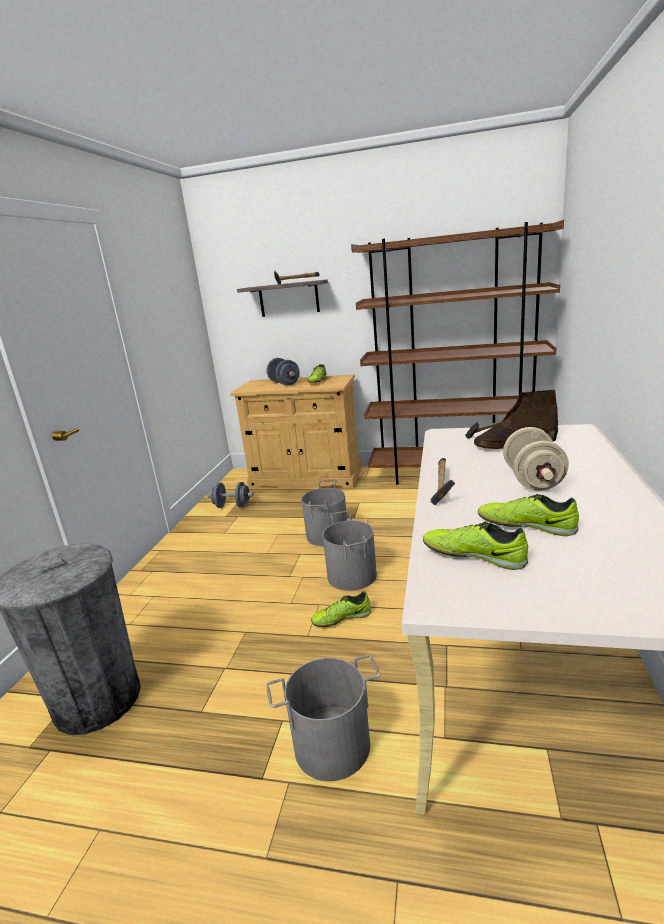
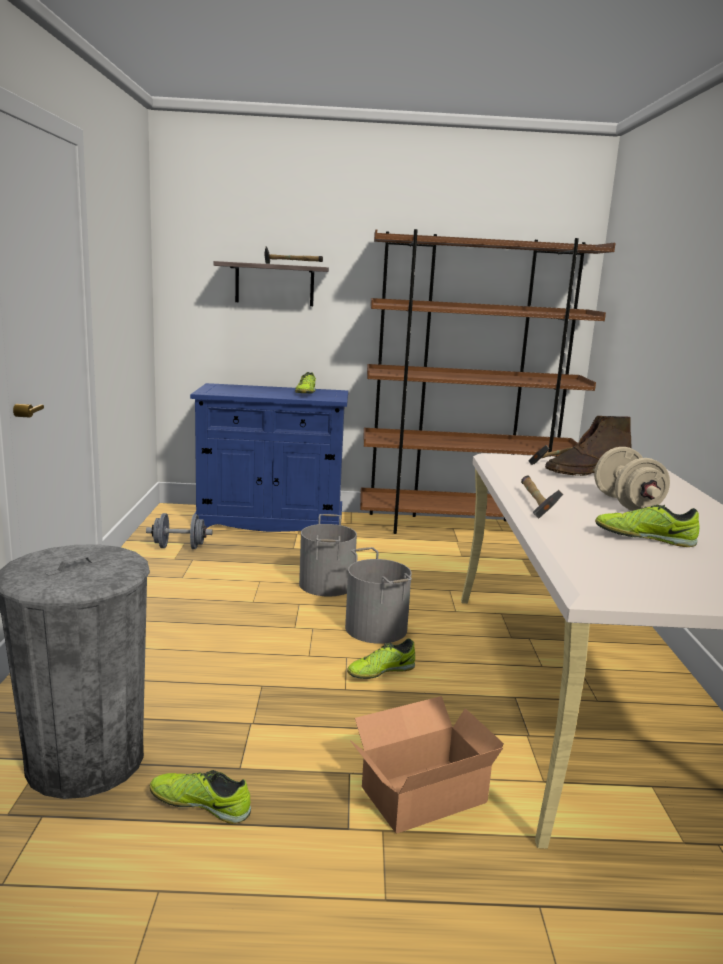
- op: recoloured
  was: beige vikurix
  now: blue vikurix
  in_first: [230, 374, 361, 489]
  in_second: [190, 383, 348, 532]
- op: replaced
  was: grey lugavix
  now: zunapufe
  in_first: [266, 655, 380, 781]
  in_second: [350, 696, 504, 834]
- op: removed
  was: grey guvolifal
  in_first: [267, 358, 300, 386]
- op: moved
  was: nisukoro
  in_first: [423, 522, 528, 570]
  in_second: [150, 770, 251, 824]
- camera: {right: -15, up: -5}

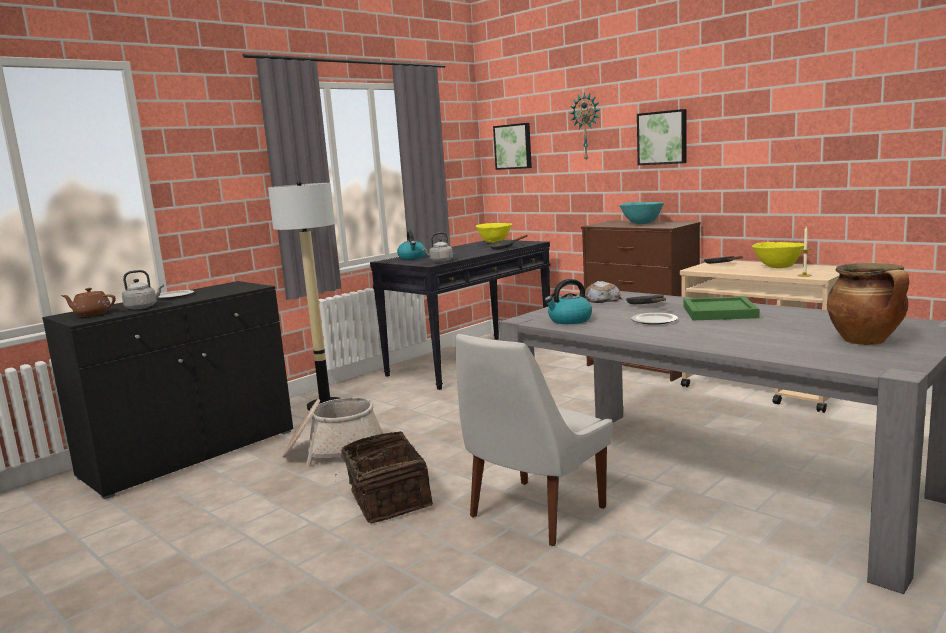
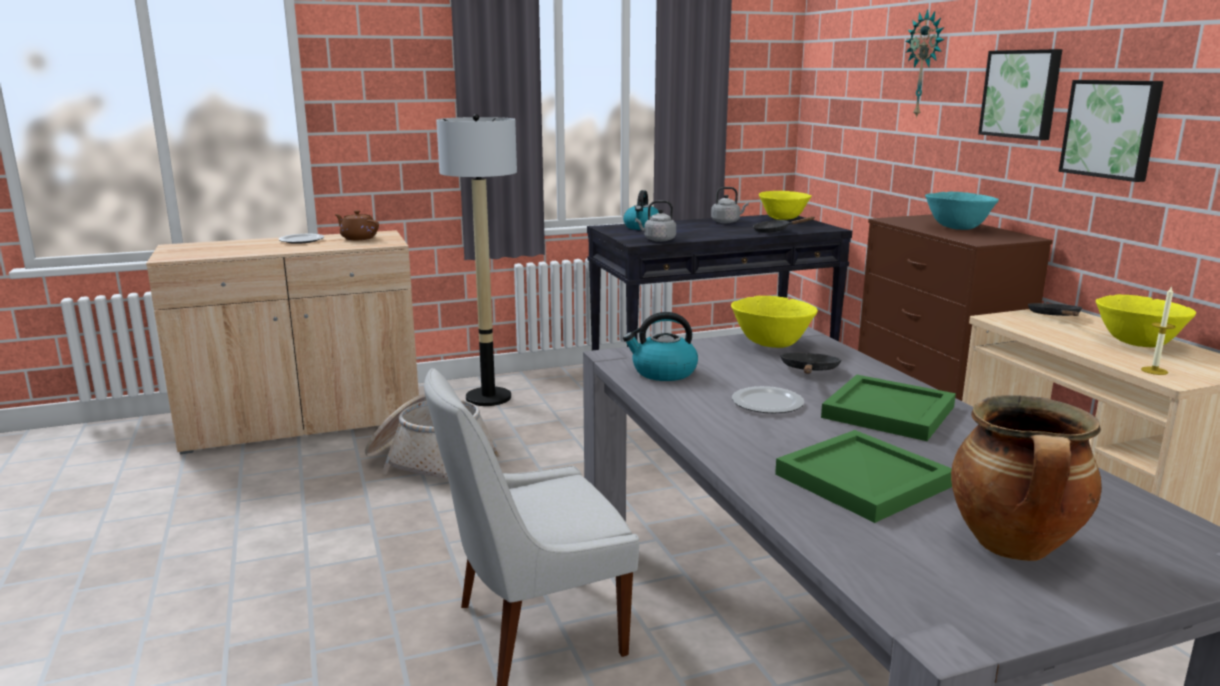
- op: recoloured
  was: black vikurix
  now: beige vikurix
  in_first: [42, 281, 293, 499]
  in_second: [146, 230, 419, 454]
- op: moved
  was: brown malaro
  in_first: [61, 288, 116, 317]
  in_second: [335, 210, 379, 240]
- op: moved
  was: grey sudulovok
  in_first: [122, 270, 164, 310]
  in_second: [711, 187, 749, 223]
- op: removed
  was: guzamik
  in_first: [335, 431, 433, 523]
- op: moved
  was: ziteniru
  in_first: [493, 123, 532, 170]
  in_second: [1059, 80, 1164, 182]
- op: replaced
  was: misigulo
  now: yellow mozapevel
  in_first: [585, 281, 622, 303]
  in_second: [731, 296, 818, 348]
- op: added
  now: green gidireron
  in_second: [775, 430, 952, 523]
- camera: {right: 25, up: 5}

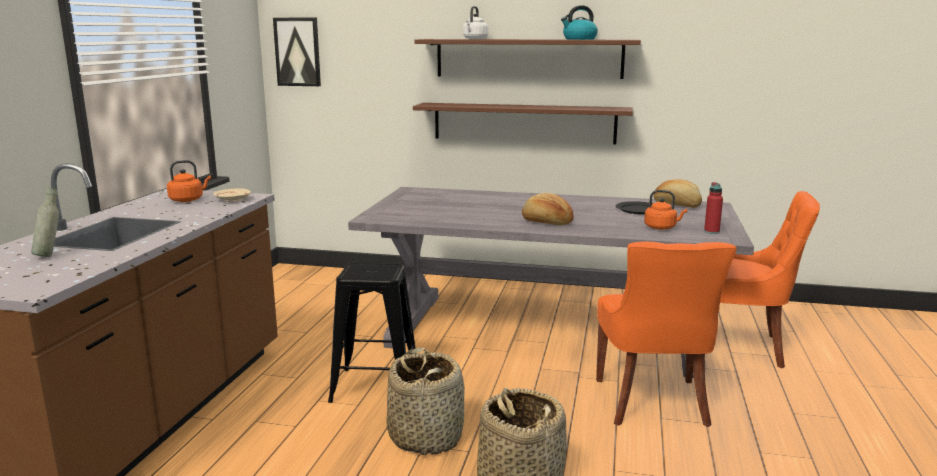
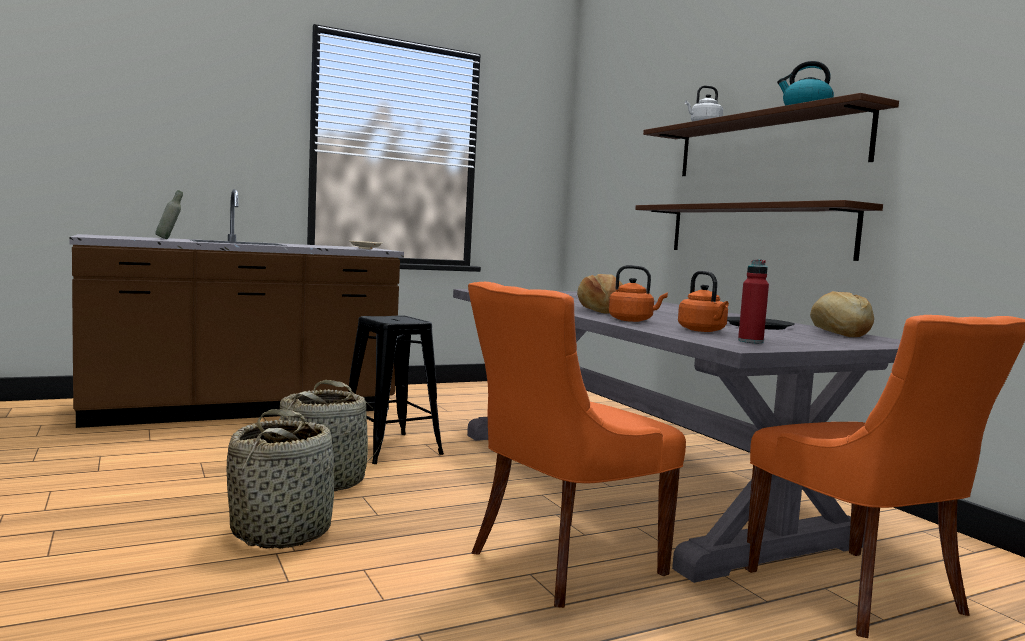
- op: moved
  was: orange sudulovok
  in_first: [167, 160, 211, 202]
  in_second: [609, 265, 668, 322]
- op: removed
  was: ziteniru
  in_first: [273, 18, 321, 86]
- camera: {right: 50, up: -10}

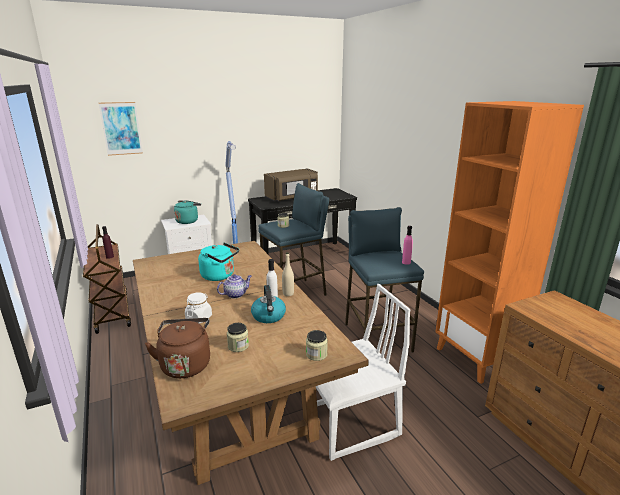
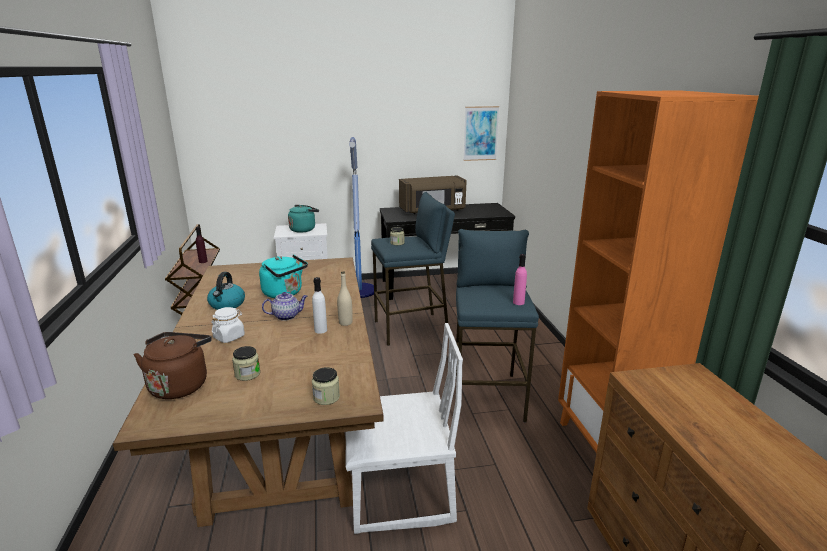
- op: moved
  was: ziteniru
  in_first: [99, 102, 143, 156]
  in_second: [463, 106, 499, 161]
- op: moved
  was: sudulovok
  in_first: [251, 285, 286, 323]
  in_second: [207, 272, 245, 310]
- camera: {right: 15, up: 0}

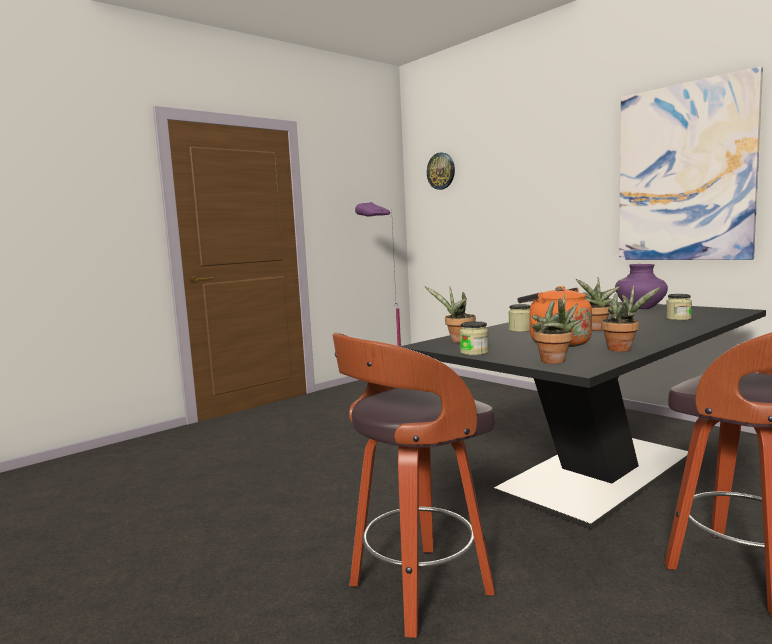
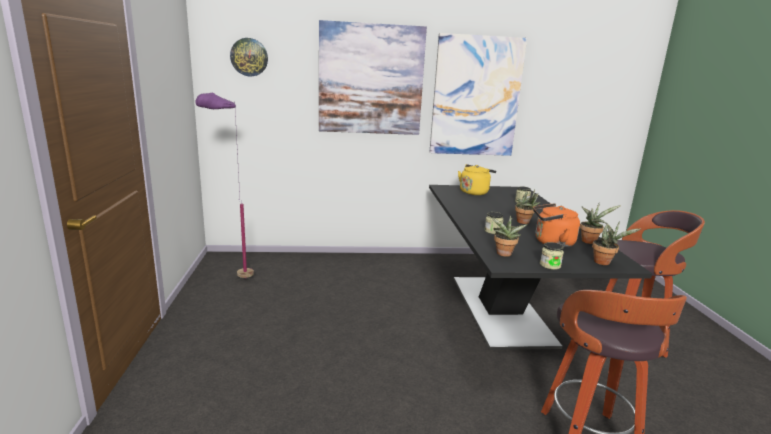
- op: replaced
  was: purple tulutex
  now: yellow sudulovok
  in_first: [615, 264, 668, 309]
  in_second: [458, 164, 496, 195]
- op: added
  now: ziteniru
  in_second: [319, 20, 427, 135]
- camera: {right: -55, up: 10}

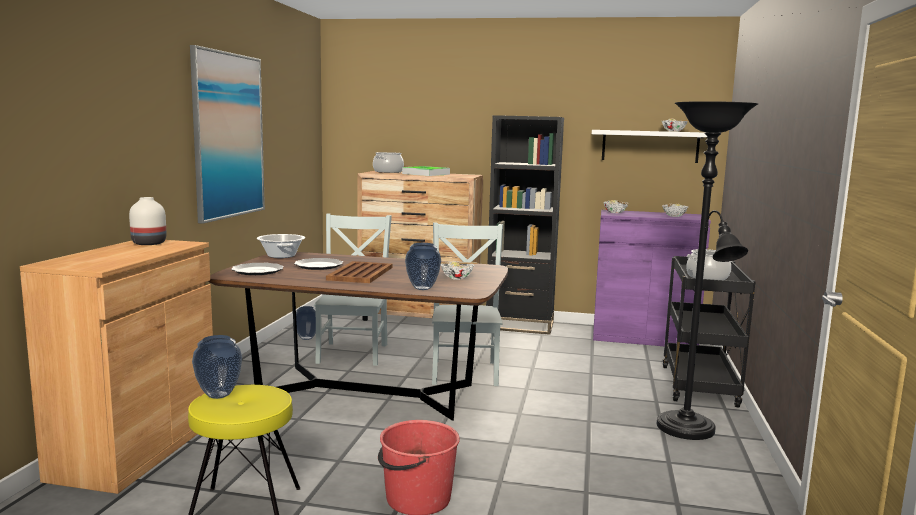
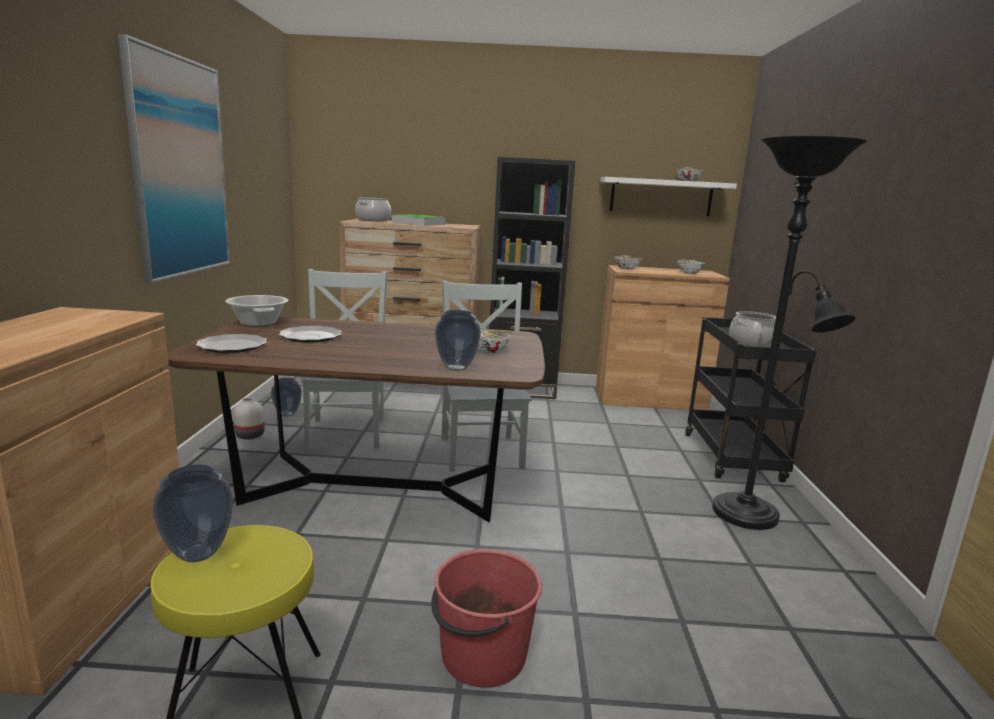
- op: moved
  was: white tulutex
  in_first: [129, 197, 166, 245]
  in_second: [234, 397, 265, 439]
- op: removed
  was: brown gidireron
  in_first: [326, 261, 393, 283]
- op: recoloured
  was: purple vikurix
  now: brown vikurix
  in_first: [593, 210, 711, 346]
  in_second: [596, 265, 730, 410]
- camera: {right: -10, up: 5}

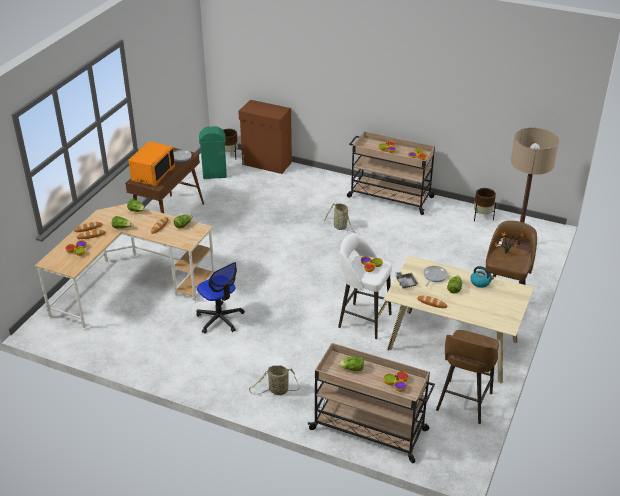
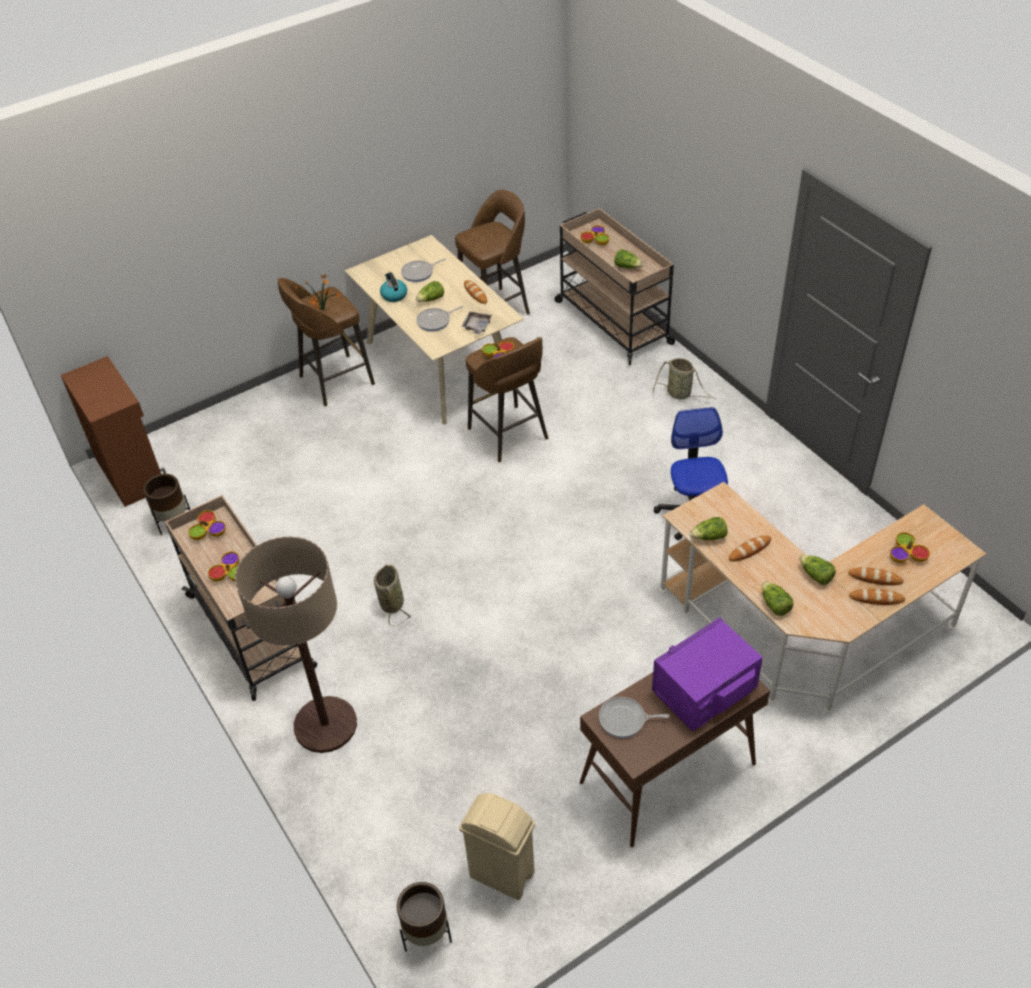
- op: recoloured
  was: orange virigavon
  now: purple virigavon
  in_first: [128, 141, 175, 186]
  in_second: [652, 617, 763, 732]
- op: recoloured
  was: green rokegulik
  now: beige rokegulik
  in_first: [199, 126, 227, 179]
  in_second: [459, 793, 535, 900]
- op: moved
  was: brown vikurix
  in_first: [238, 100, 292, 174]
  in_second: [61, 356, 166, 507]
- op: recoloured
  was: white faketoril
  now: brown faketoril
  in_first: [338, 233, 392, 339]
  in_second: [466, 337, 548, 462]
- op: moved
  was: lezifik
  in_first: [502, 128, 559, 253]
  in_second: [235, 537, 357, 753]
- op: added
  now: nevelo
  in_second: [401, 258, 446, 282]
- camera: {right: -145, up: 10}

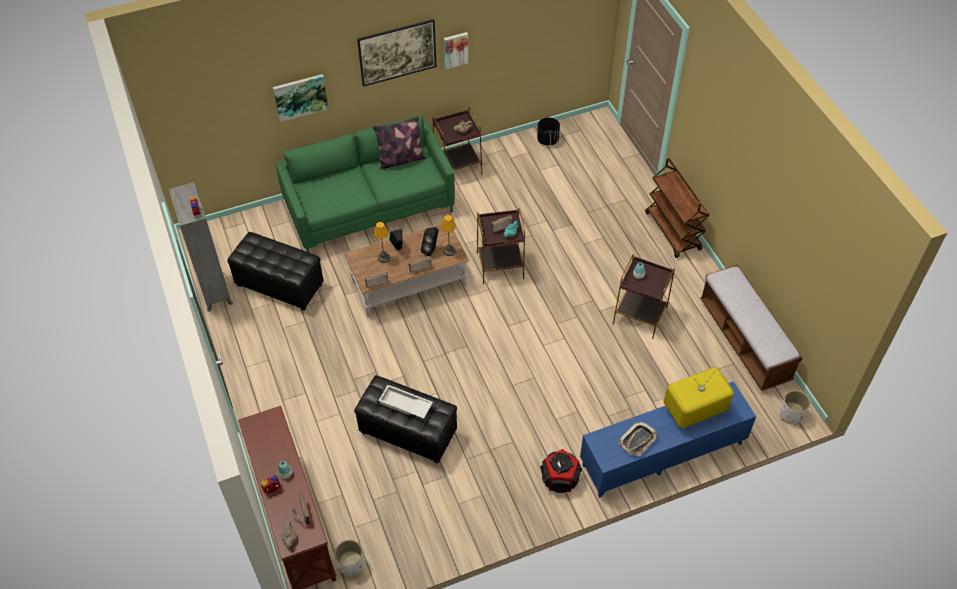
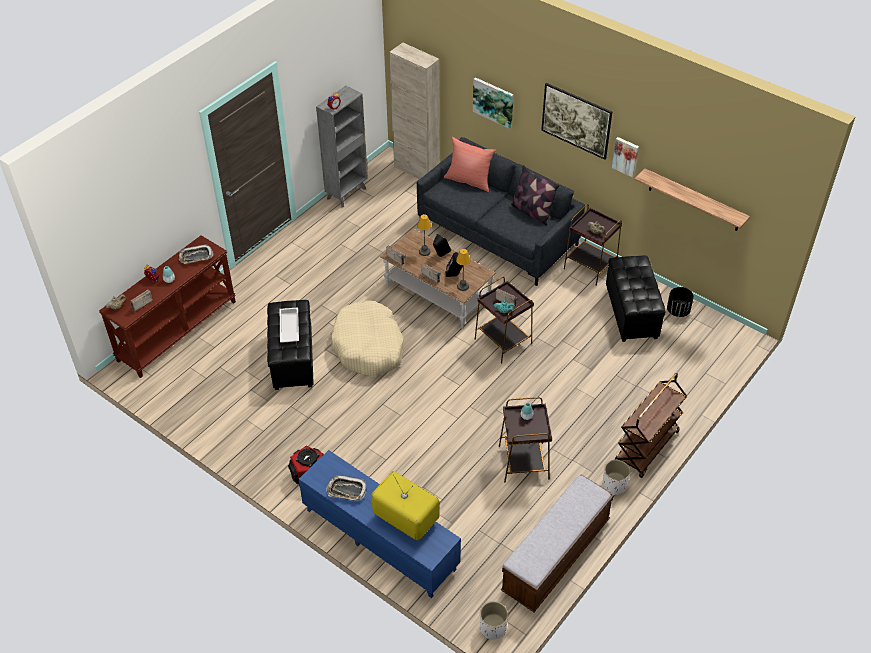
- op: moved
  was: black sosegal
  in_first: [227, 232, 324, 311]
  in_second: [606, 256, 666, 342]
- op: recoloured
  was: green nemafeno
  now: grey nemafeno
  in_first: [276, 115, 455, 253]
  in_second: [417, 137, 585, 286]
- op: moved
  was: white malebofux
  in_first: [334, 540, 364, 577]
  in_second: [603, 460, 630, 495]
- op: added
  now: gidireron
  in_second: [179, 244, 214, 264]
- op: added
  now: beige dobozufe
  in_second: [331, 300, 405, 376]
- op: added
  now: beige vikurix
  in_second: [389, 43, 440, 180]
- op: added
  now: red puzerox
  in_second: [444, 137, 496, 192]
- op: added
  now: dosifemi
  in_second: [634, 169, 750, 231]
- camera: {right: 60, up: -5}

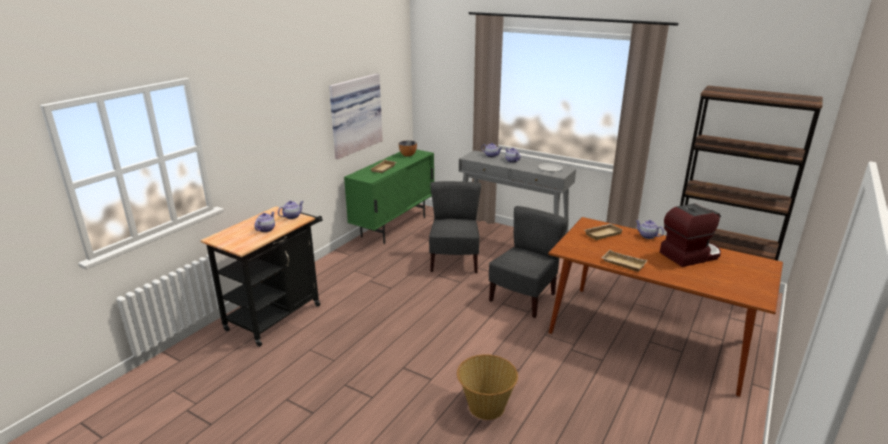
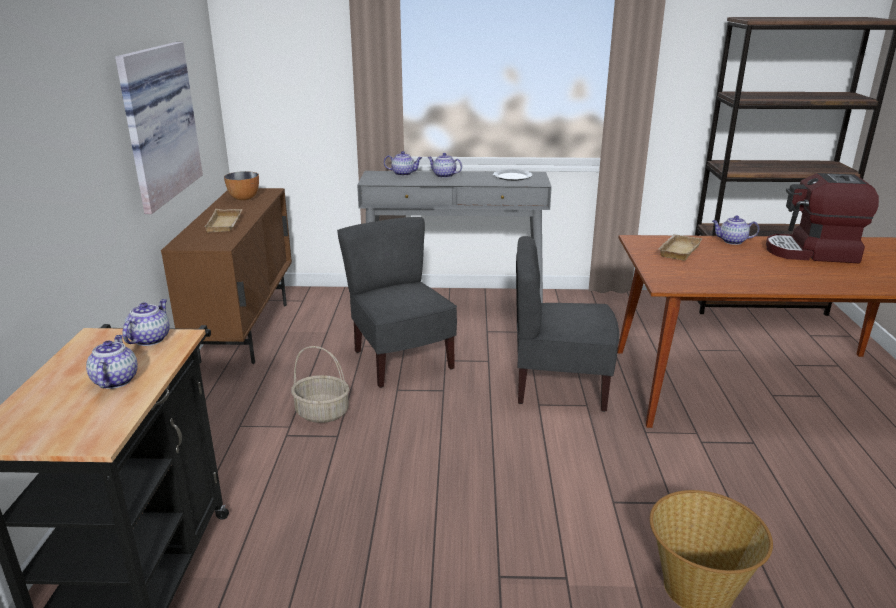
- op: recoloured
  was: green vikurix
  now: brown vikurix
  in_first: [344, 149, 434, 244]
  in_second: [161, 188, 292, 364]
- op: turned
  was: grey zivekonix
  in_first: [489, 206, 569, 318]
  in_second: [516, 236, 619, 412]
  clockwise: -90
- op: removed
  was: beige gidireron
  in_first: [602, 250, 647, 272]
- op: turned
  was: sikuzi
  in_first: [660, 203, 721, 267]
  in_second: [766, 173, 879, 263]
  clockwise: -120
- op: added
  now: guzamik
  in_second: [291, 346, 349, 423]
- camera: {right: -30, up: 0}

